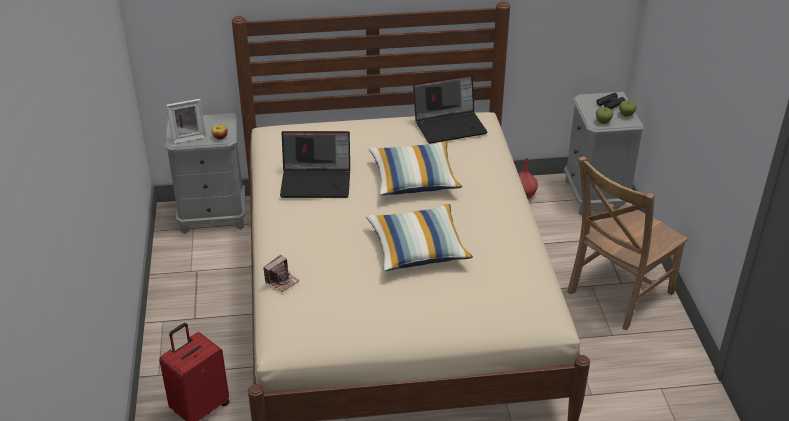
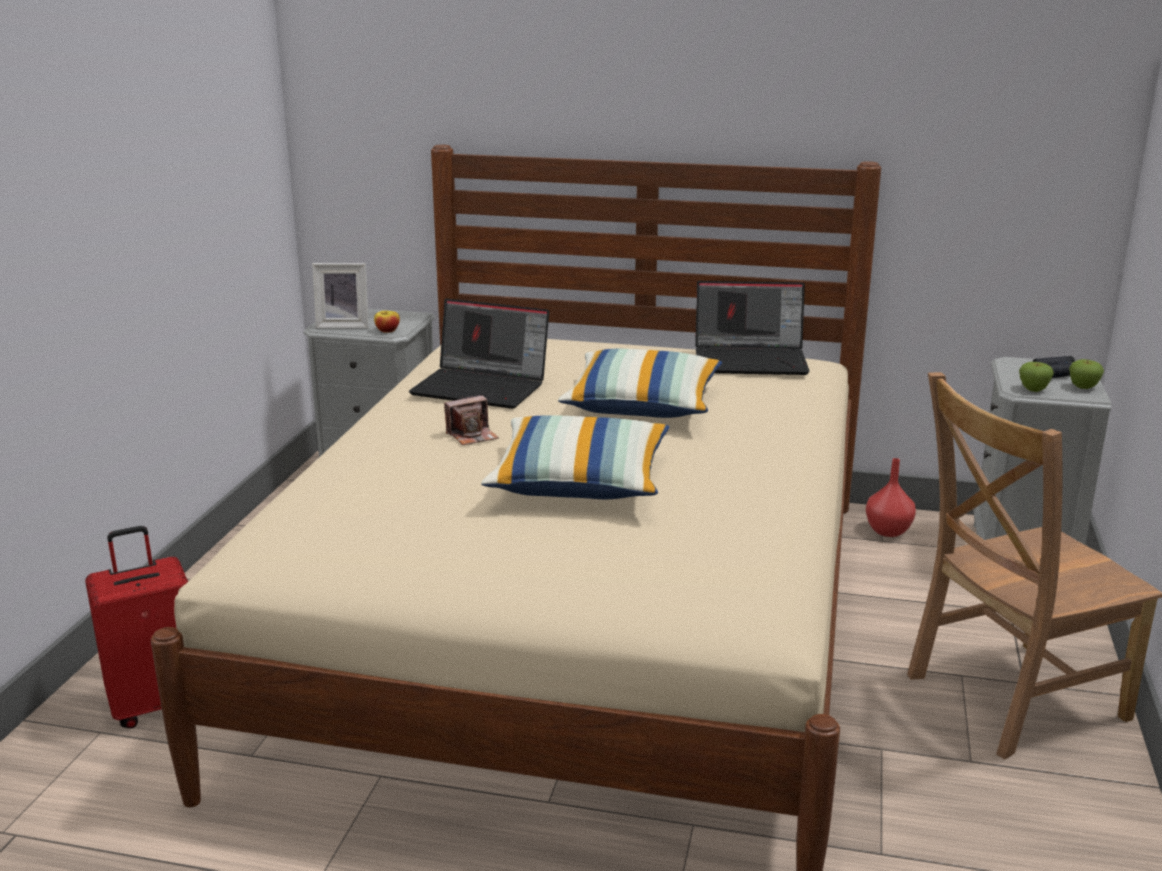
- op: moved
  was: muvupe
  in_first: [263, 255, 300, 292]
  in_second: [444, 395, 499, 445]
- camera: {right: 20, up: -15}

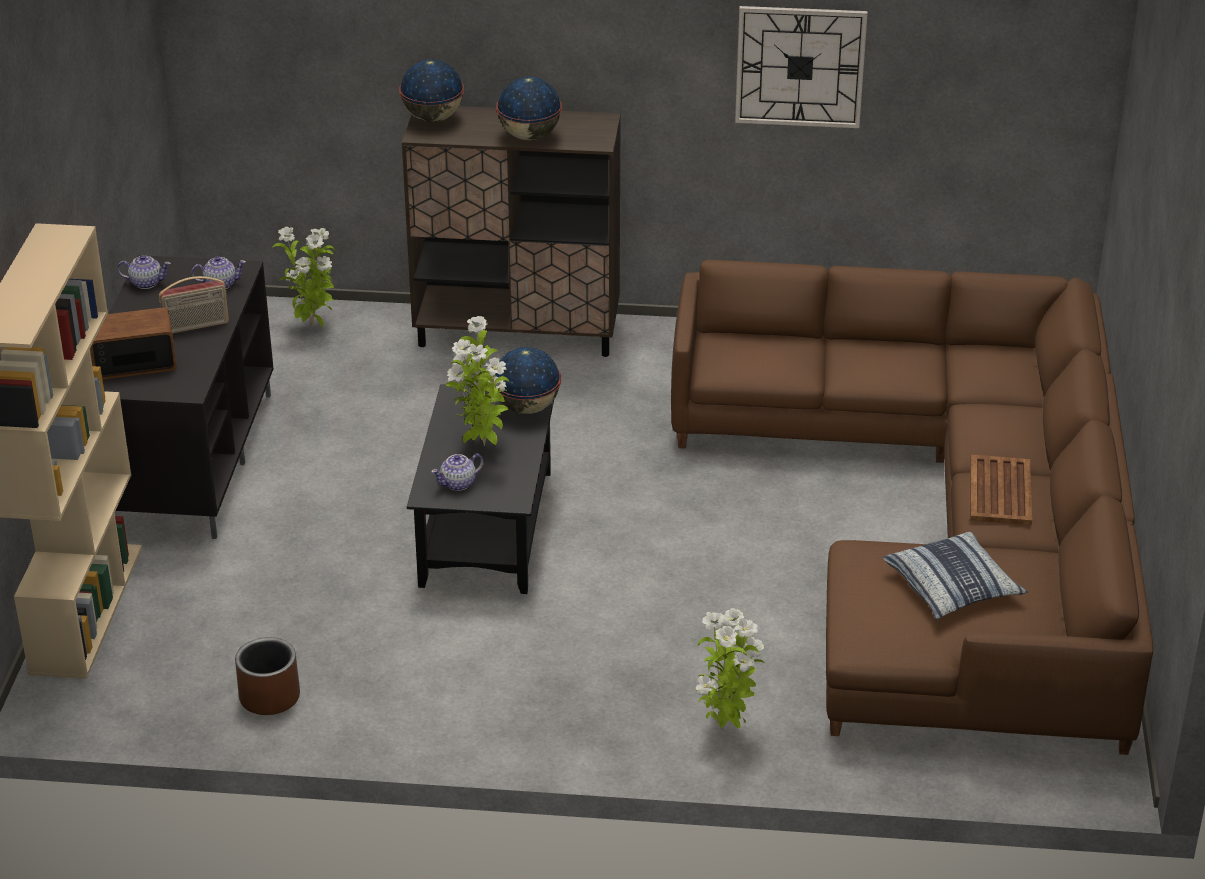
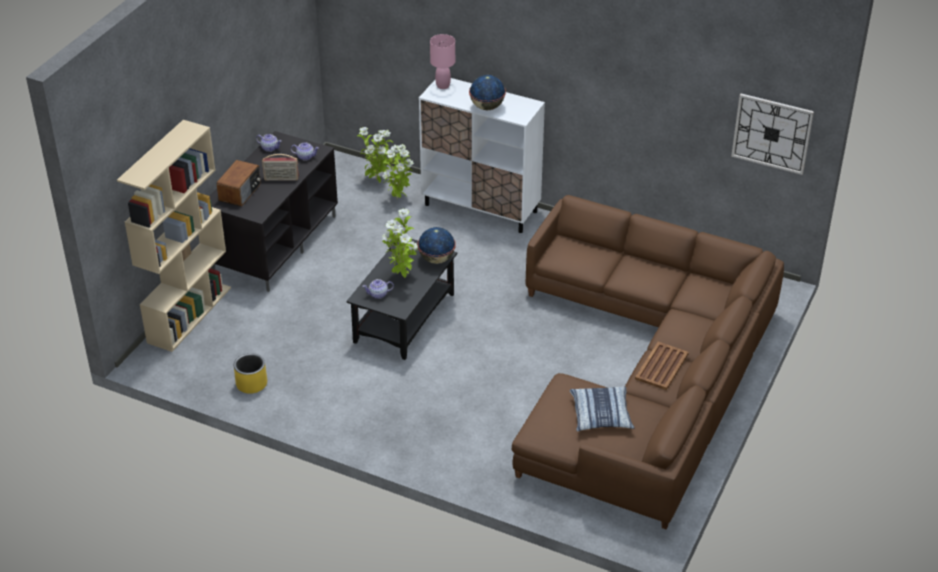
- op: turned
  was: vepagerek
  in_first: [90, 307, 177, 379]
  in_second: [217, 160, 261, 206]
  clockwise: 105
- op: recoloured
  was: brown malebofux
  now: yellow malebofux
  in_first: [235, 637, 300, 715]
  in_second: [234, 353, 267, 394]
- op: replaced
  was: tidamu
  now: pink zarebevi
  in_first: [399, 59, 464, 122]
  in_second: [430, 34, 455, 89]
- op: recoloured
  was: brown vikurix
  now: white vikurix
  in_first: [402, 106, 621, 357]
  in_second: [419, 78, 545, 233]
- op: moved
  was: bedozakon
  in_first: [695, 608, 765, 730]
  in_second: [382, 144, 414, 199]
- op: moved
  was: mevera
  in_first: [735, 6, 868, 128]
  in_second: [731, 94, 814, 175]
- camera: {right: 20, up: 5}

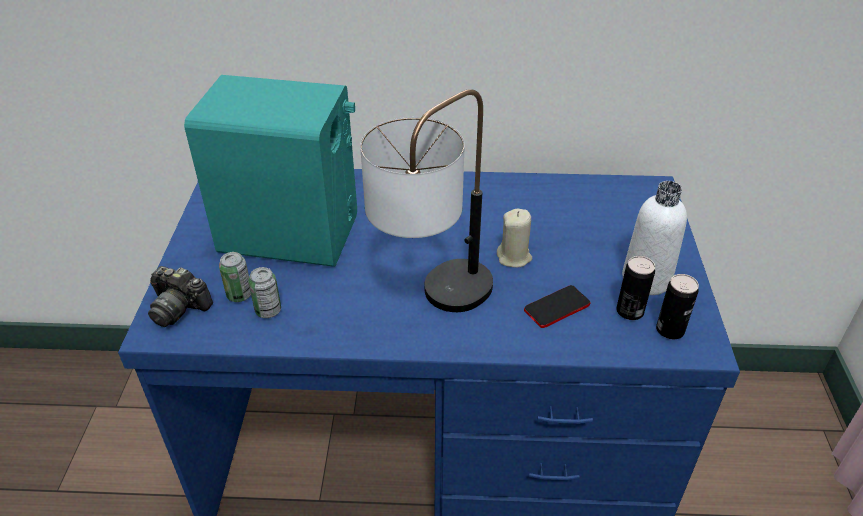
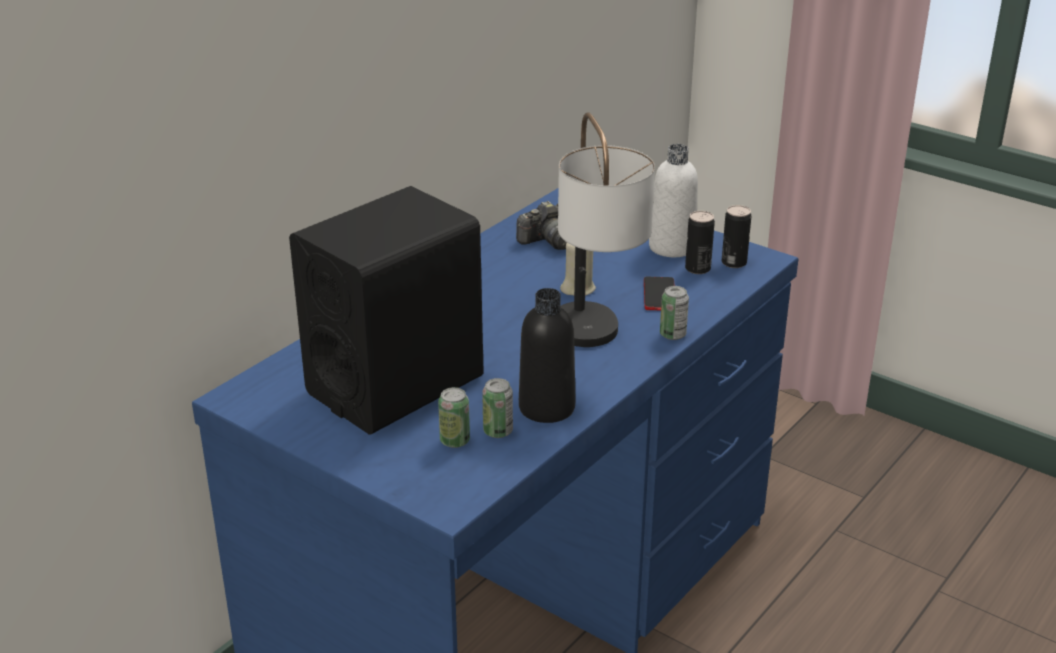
- op: moved
  was: muvupe
  in_first: [148, 266, 213, 327]
  in_second: [516, 201, 566, 250]
- op: recoloured
  was: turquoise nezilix
  now: black nezilix
  in_first: [184, 75, 357, 267]
  in_second: [289, 186, 484, 435]
- op: added
  now: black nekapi
  in_second: [519, 288, 575, 423]
- op: added
  now: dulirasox
  in_second: [660, 286, 689, 340]
- camera: {right: -55, up: -10}

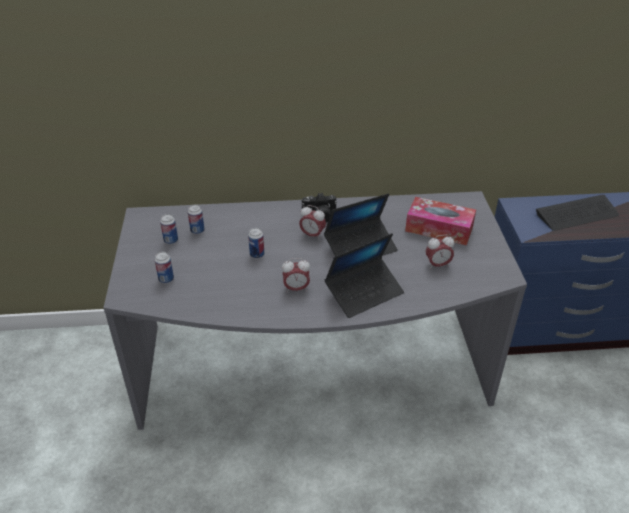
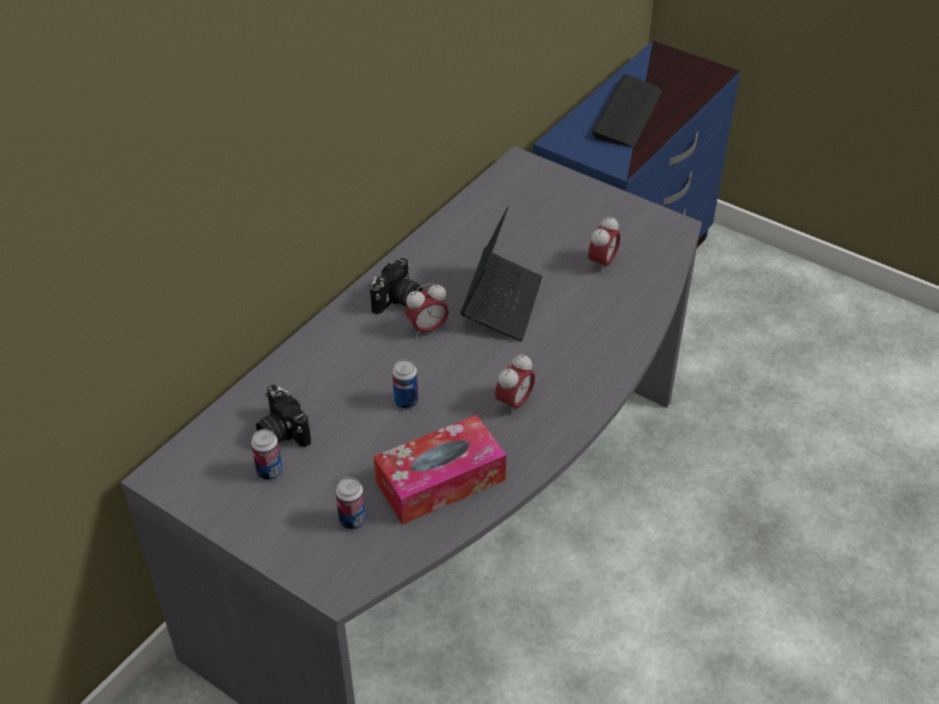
- op: replaced
  was: dulirasox
  now: muvupe
  in_first: [188, 205, 204, 234]
  in_second: [256, 385, 311, 447]
- op: removed
  was: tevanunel
  in_first: [325, 233, 404, 318]
- op: moved
  was: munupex
  in_first: [405, 197, 476, 245]
  in_second: [374, 415, 506, 525]
- camera: {right: -50, up: 5}

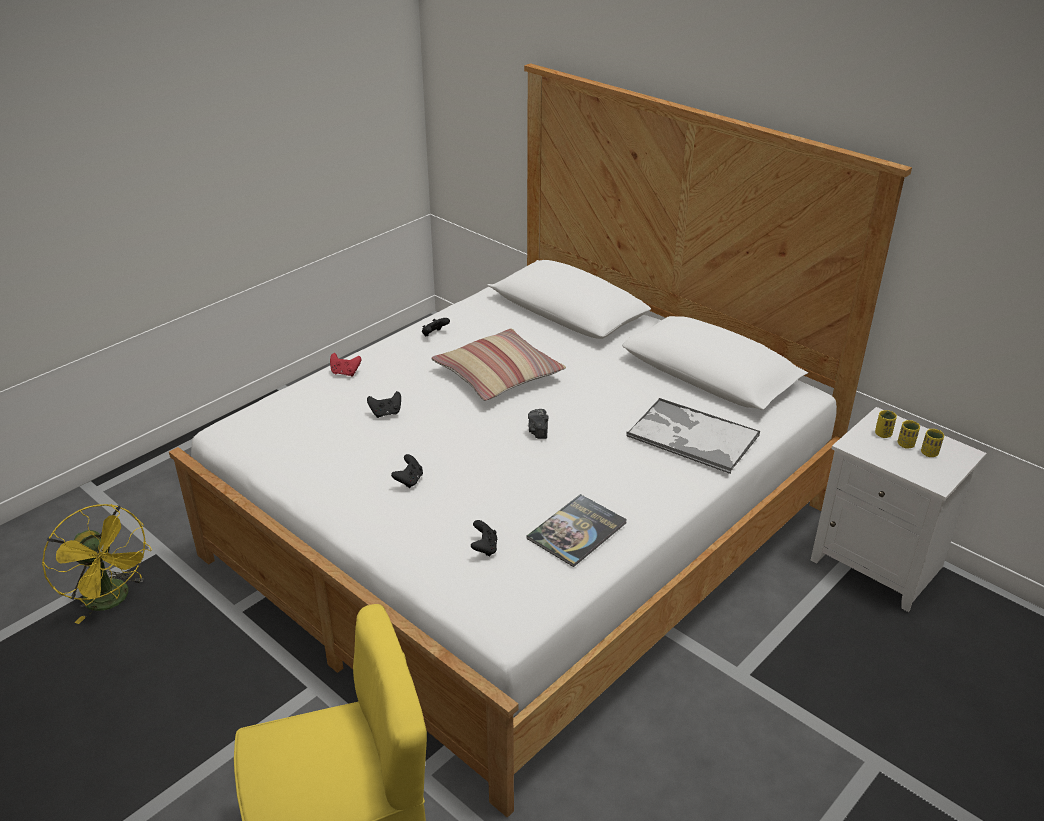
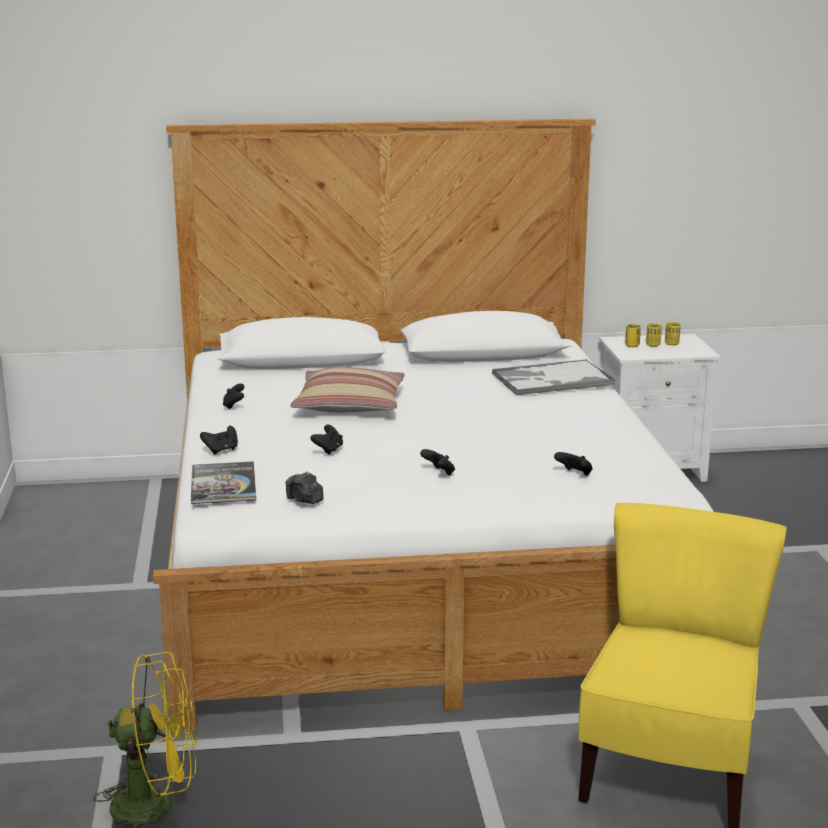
- op: recoloured
  was: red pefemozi
  now: black pefemozi
  in_first: [330, 353, 361, 377]
  in_second: [200, 426, 238, 454]
- op: moved
  was: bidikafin
  in_first: [527, 494, 627, 567]
  in_second: [191, 461, 256, 504]
- op: moved
  was: muvupe
  in_first: [528, 409, 548, 439]
  in_second: [285, 472, 324, 504]
- camera: {right: -50, up: -15}

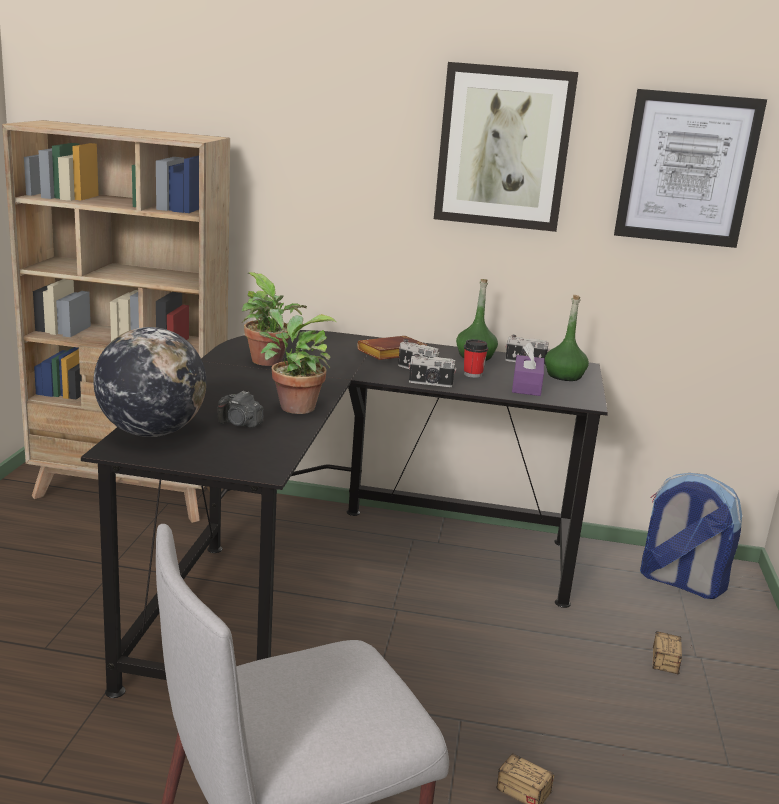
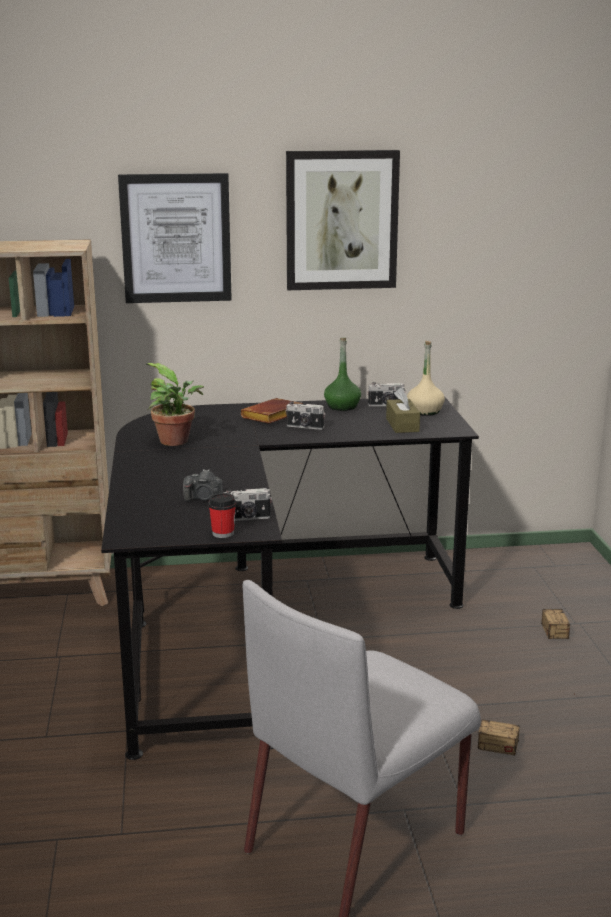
- op: removed
  was: tidamu
  in_first: [93, 327, 206, 437]
- op: removed
  was: bedozakon
  in_first: [259, 309, 336, 414]
- op: moved
  was: muvupe
  in_first: [409, 354, 457, 387]
  in_second: [223, 488, 272, 521]
- op: moved
  was: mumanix
  in_first: [464, 339, 488, 378]
  in_second: [208, 493, 236, 538]
- op: recoloured
  was: purple munupex
  now: brown munupex
  in_first: [512, 342, 544, 396]
  in_second: [386, 387, 420, 433]
- op: recoloured
  was: green nekapi
  now: beige nekapi
  in_first: [545, 295, 589, 381]
  in_second: [407, 341, 445, 416]
- op: moved
  was: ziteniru
  in_first: [614, 89, 767, 248]
  in_second: [118, 173, 232, 303]
- op: removed
  was: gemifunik
  in_first: [640, 473, 742, 599]
- camera: {right: -15, up: 0}

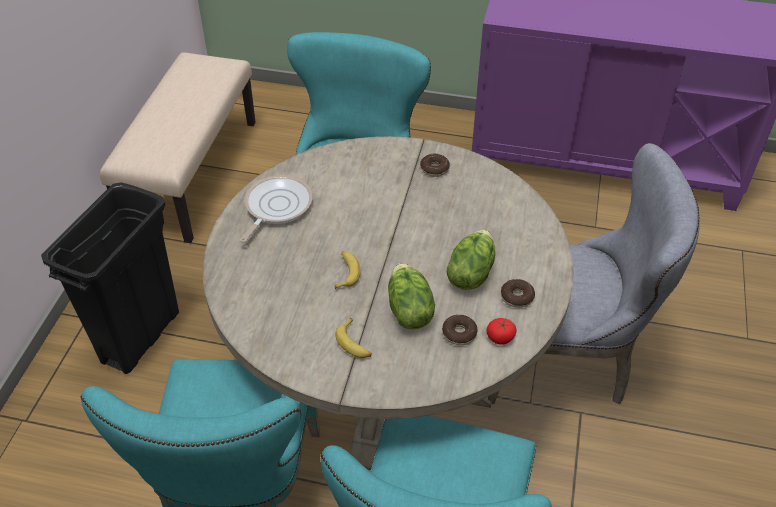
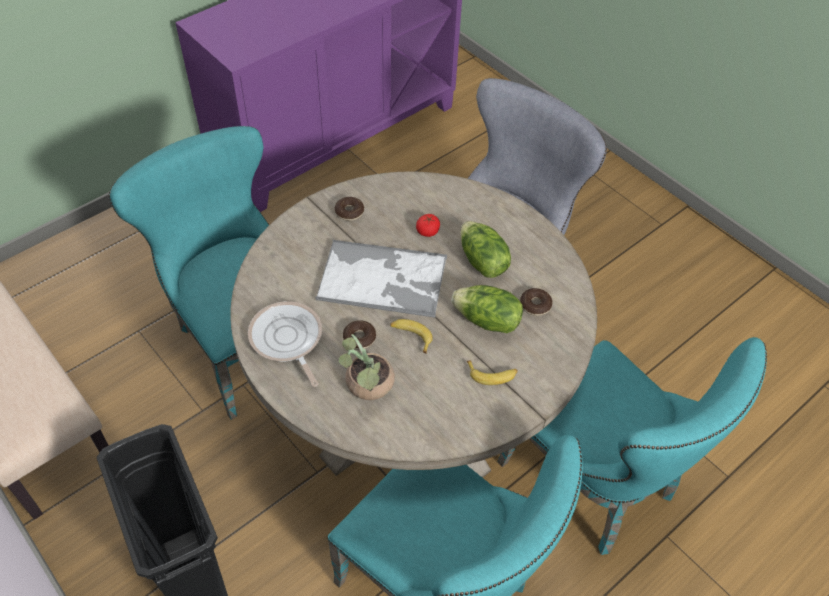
- op: moved
  was: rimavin
  in_first: [486, 318, 516, 345]
  in_second: [416, 214, 440, 237]
- op: moved
  was: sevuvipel
  in_first: [501, 279, 535, 308]
  in_second: [343, 320, 376, 350]
- op: added
  now: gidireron
  in_second: [315, 239, 447, 318]
- op: added
  now: bedozakon
  in_second: [339, 334, 395, 400]
- camera: {right: -55, up: 5}

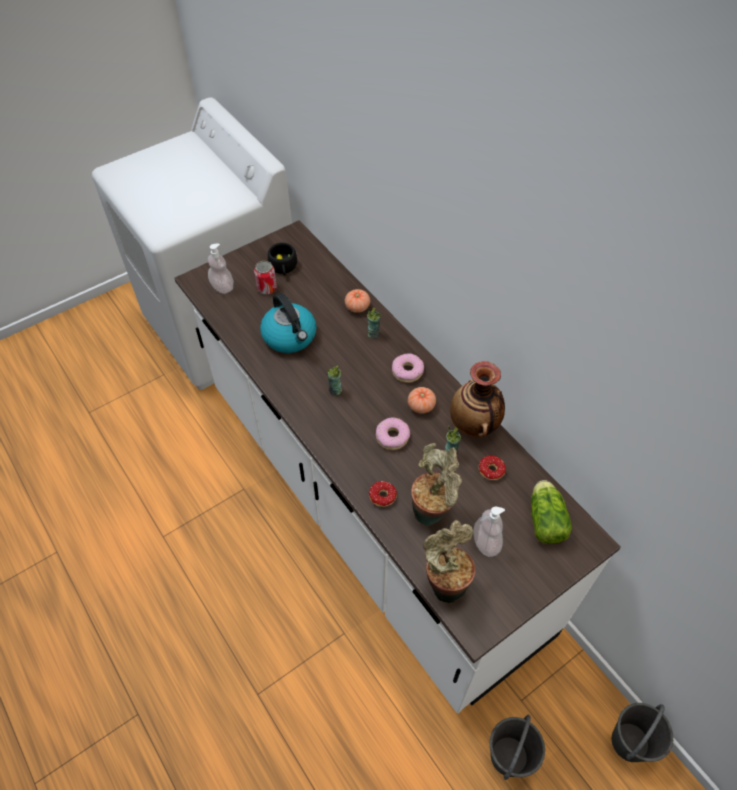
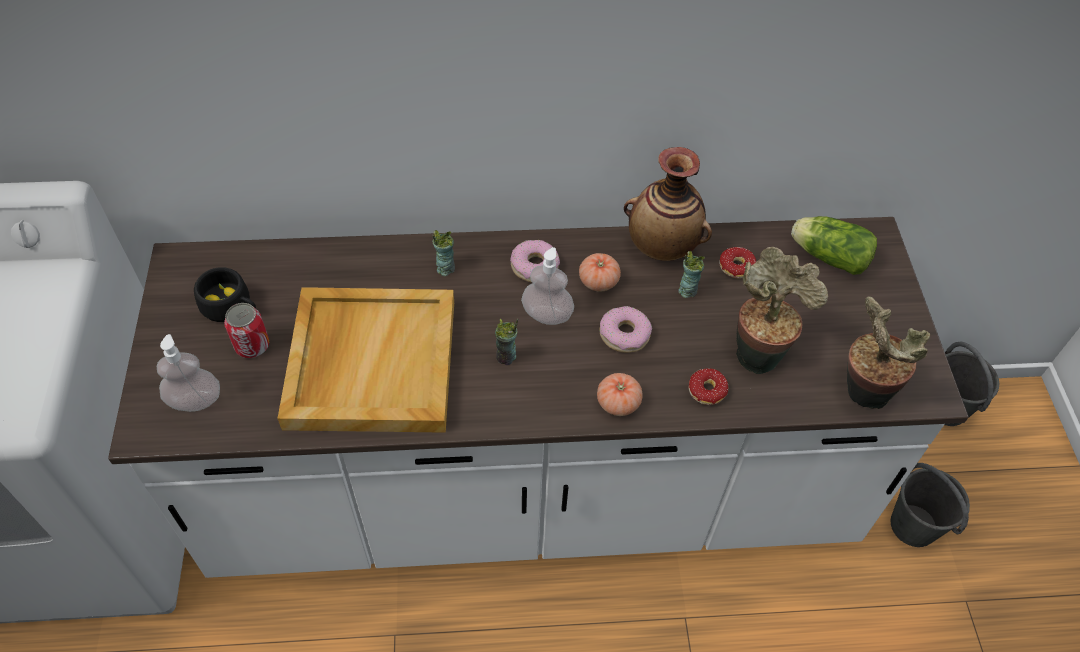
- op: replaced
  was: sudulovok
  now: beige gidireron
  in_first: [260, 293, 317, 353]
  in_second: [277, 287, 454, 433]
- op: moved
  was: rimavin
  in_first: [345, 289, 370, 313]
  in_second: [597, 373, 642, 416]
- op: moved
  was: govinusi
  in_first: [473, 507, 505, 557]
  in_second: [521, 247, 574, 325]
- camera: {right: -60, up: 0}

